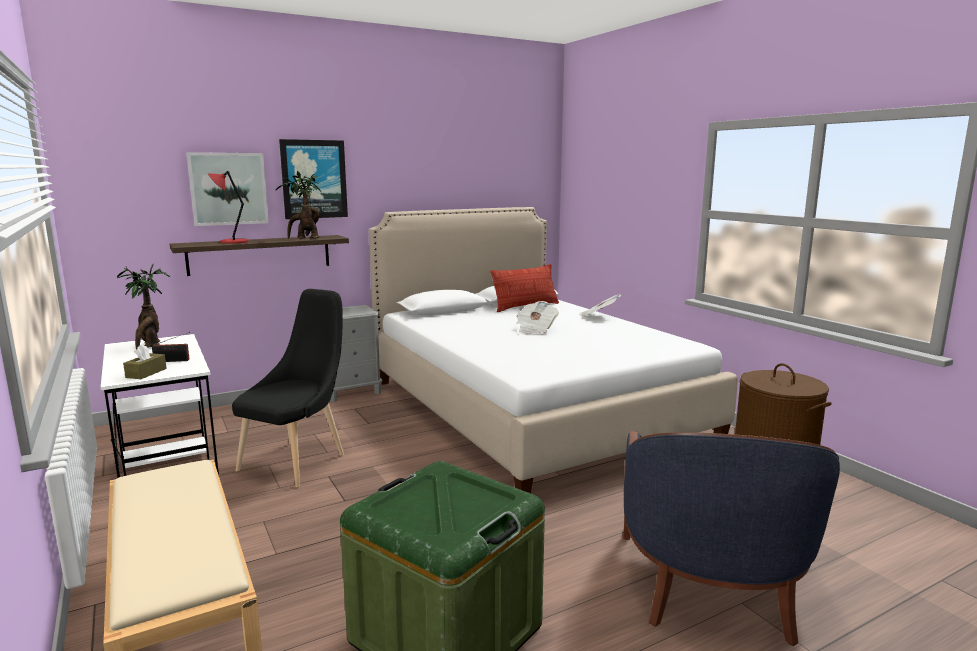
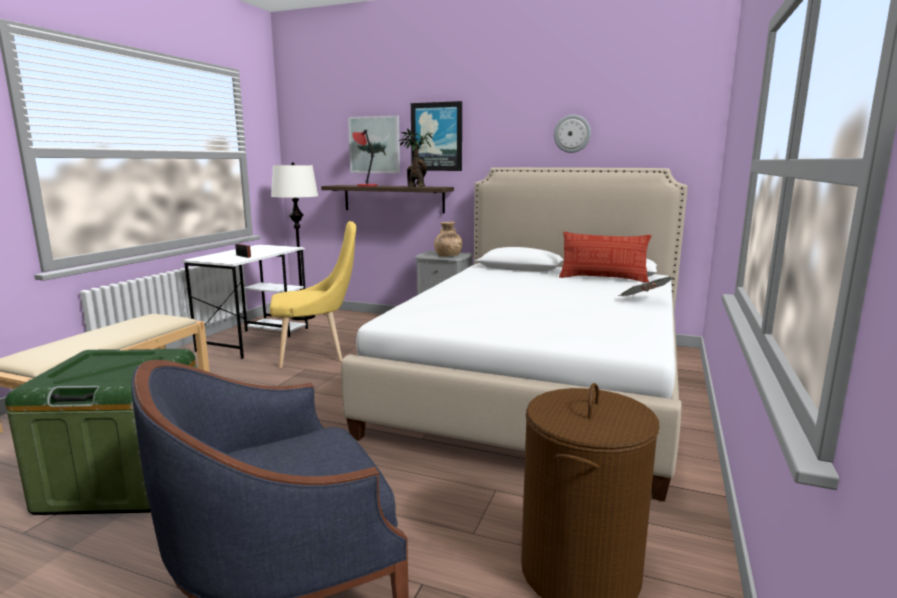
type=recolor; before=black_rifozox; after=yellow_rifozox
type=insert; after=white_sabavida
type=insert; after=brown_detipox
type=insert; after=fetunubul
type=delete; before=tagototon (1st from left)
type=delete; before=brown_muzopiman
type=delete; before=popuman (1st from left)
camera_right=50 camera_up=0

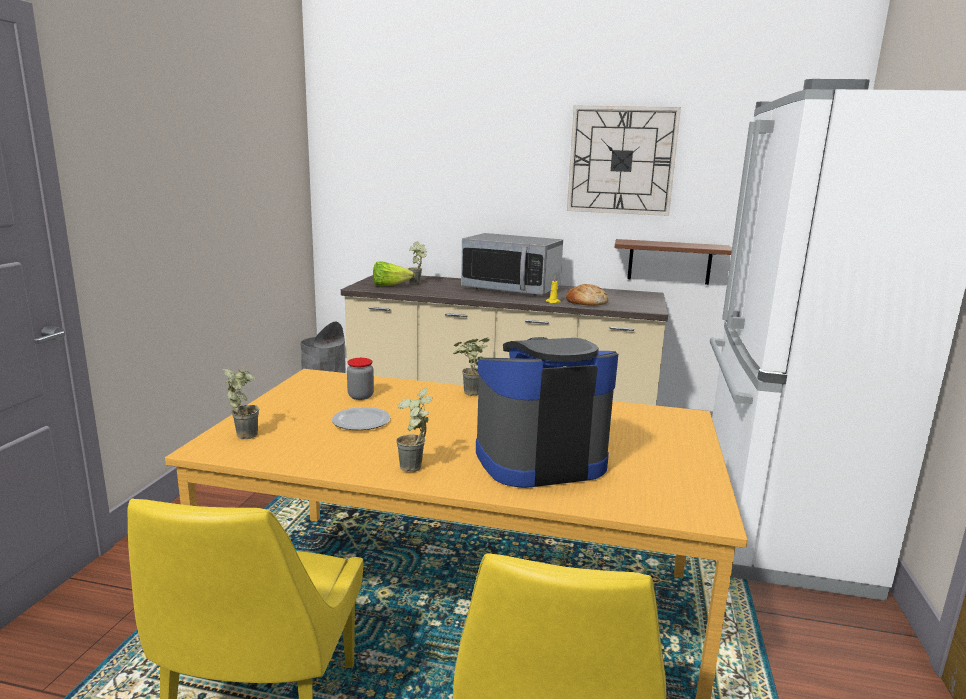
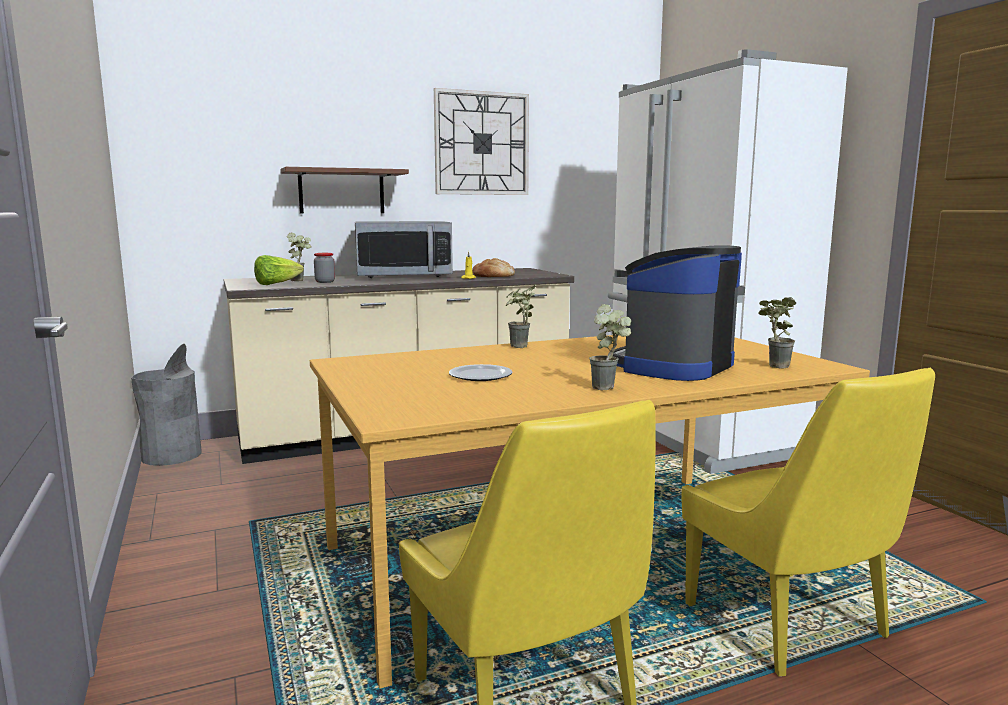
type=move; before=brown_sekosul
type=move; before=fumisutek
type=move; before=tagototon (1st from left in the first image); after=tagototon (4th from left)
camera_right=-35 camera_up=-5

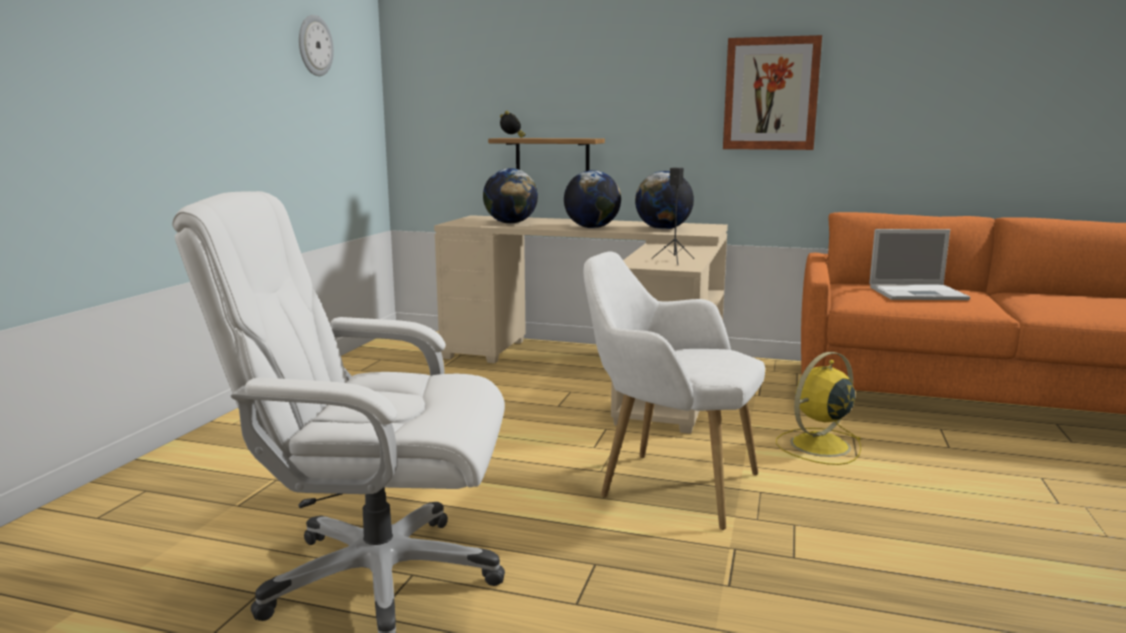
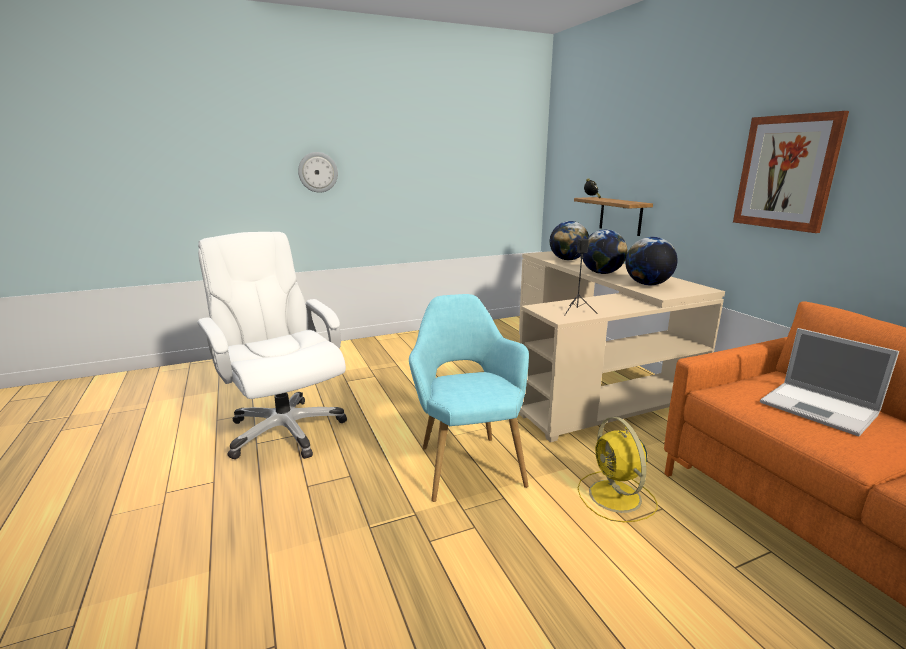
type=move; before=fetunubul
type=recolor; before=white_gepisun; after=turquoise_gepisun
type=rotate; before=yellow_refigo; turn=-120
camera_right=50 camera_up=5

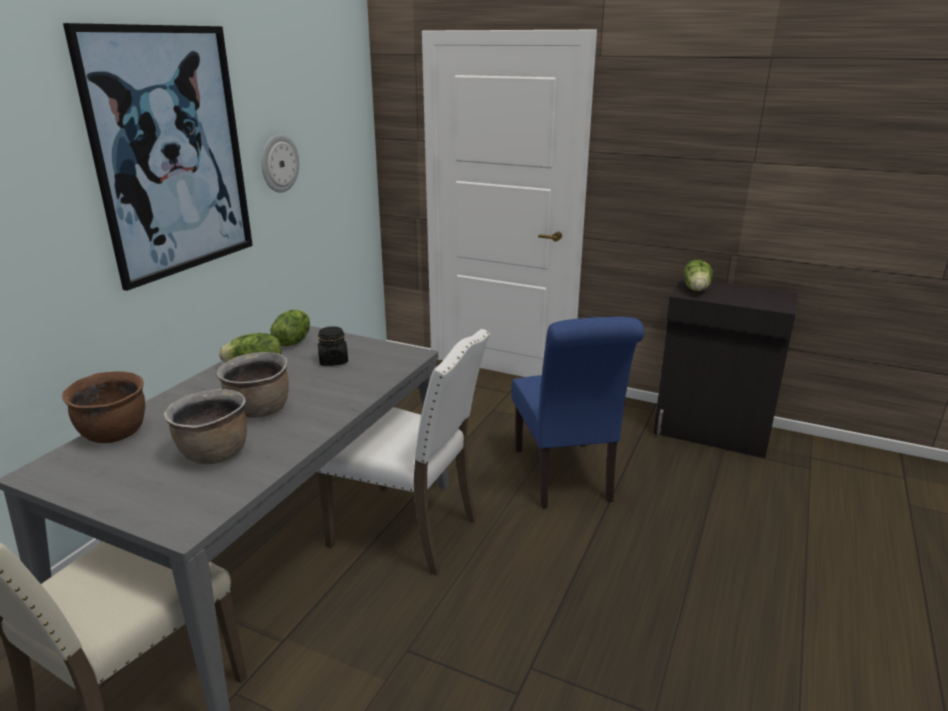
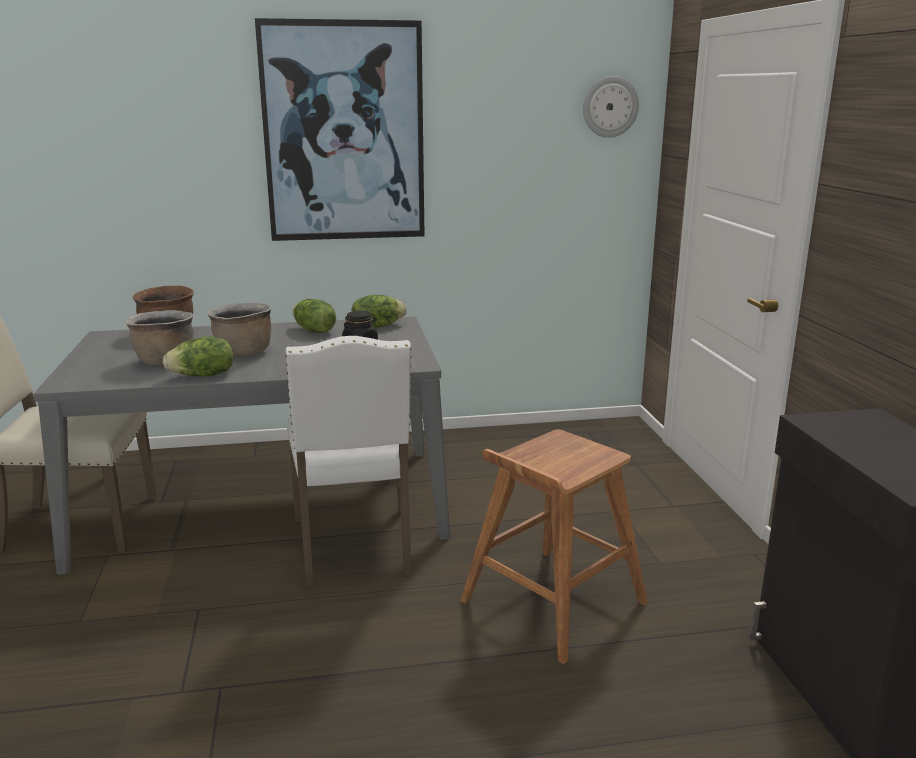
type=move; before=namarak (3rd from left in the first image); after=namarak (1st from left)
type=replace; before=blue_rifozox; after=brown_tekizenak
type=move; before=fetunubul
camera_right=55 camera_up=-5

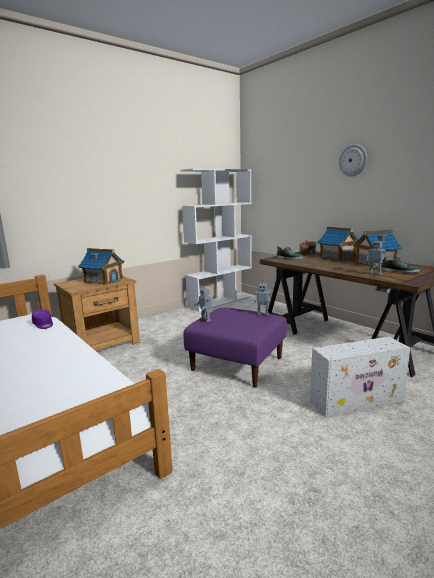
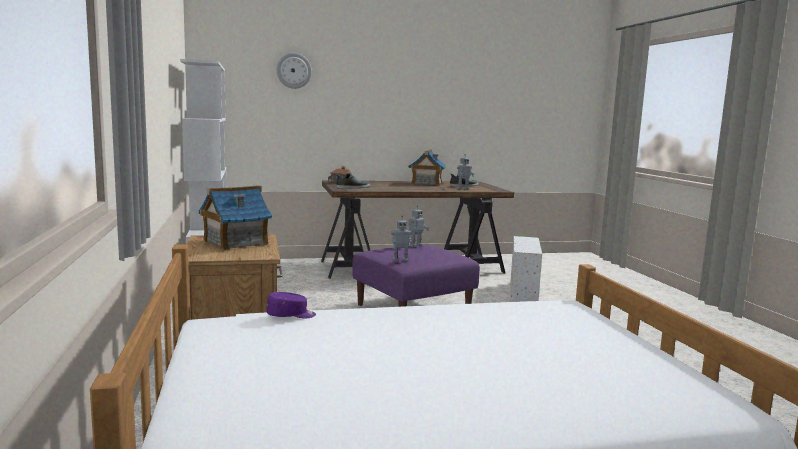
type=move; before=fetunubul
type=delete; before=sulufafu (3rd from left)
camera_right=-65 camera_up=-5

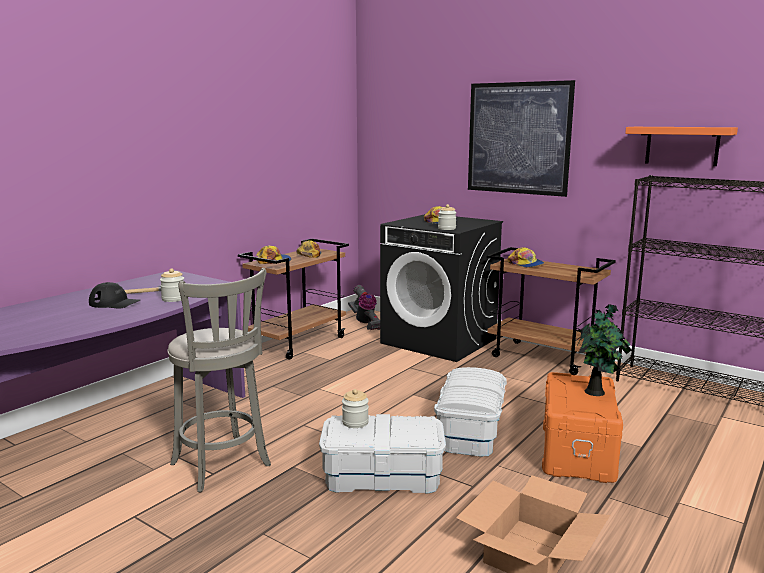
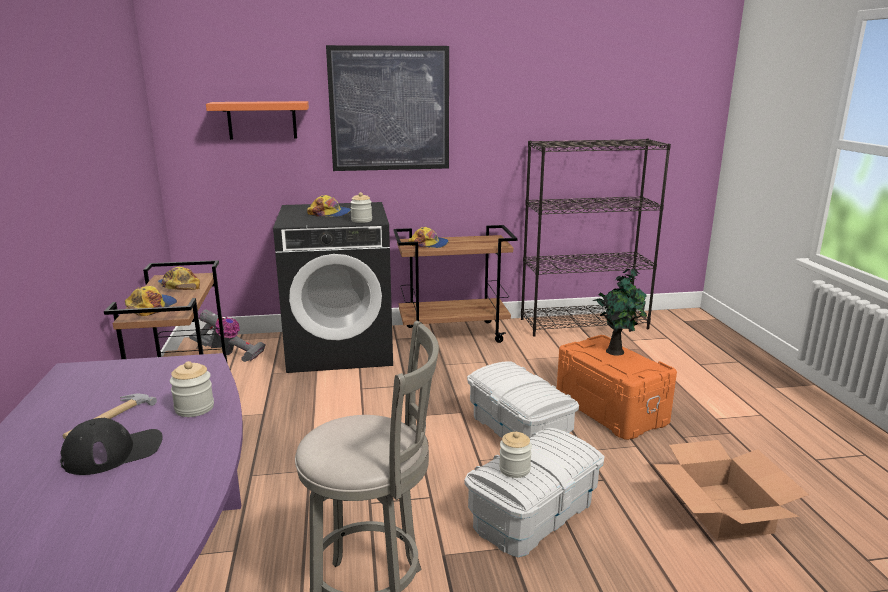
type=move; before=orange_sekosul
camera_right=-45 camera_up=5

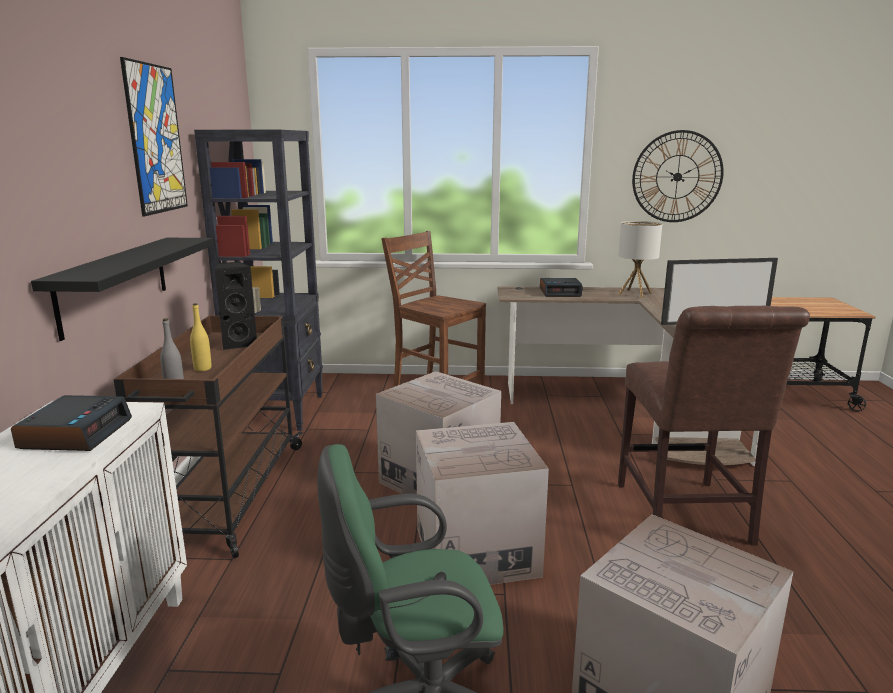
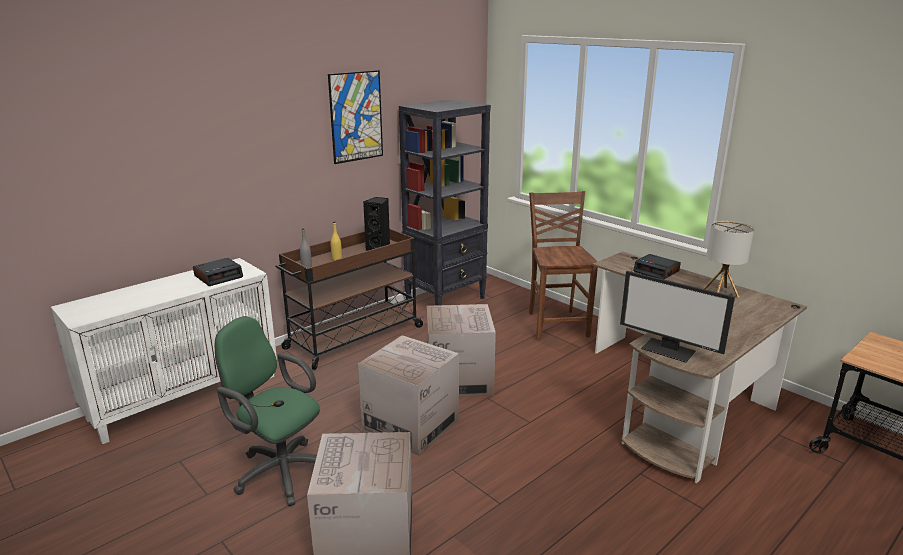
type=delete; before=black_sekosul
type=delete; before=brown_rifozox (2nd from left)
type=delete; before=fetunubul
camera_right=45 camera_up=5

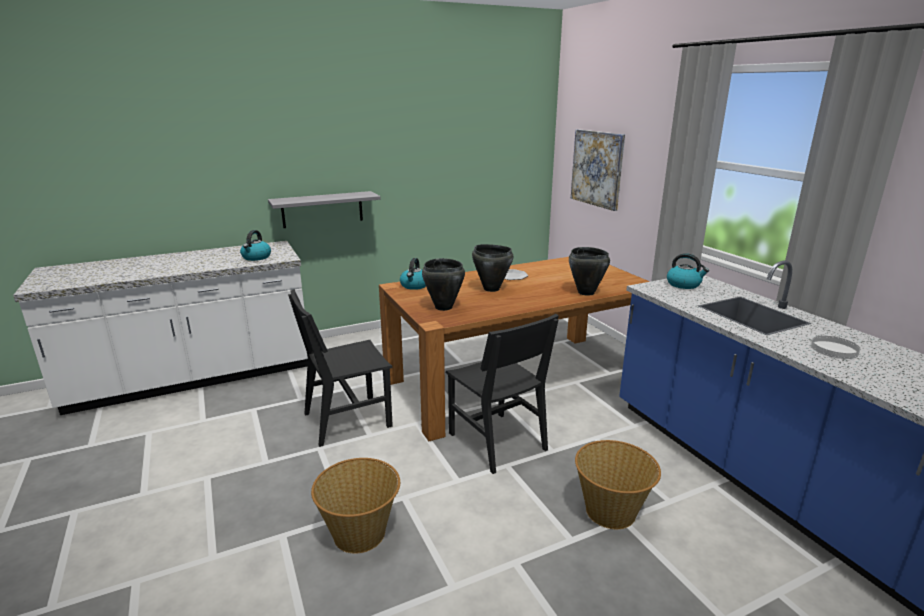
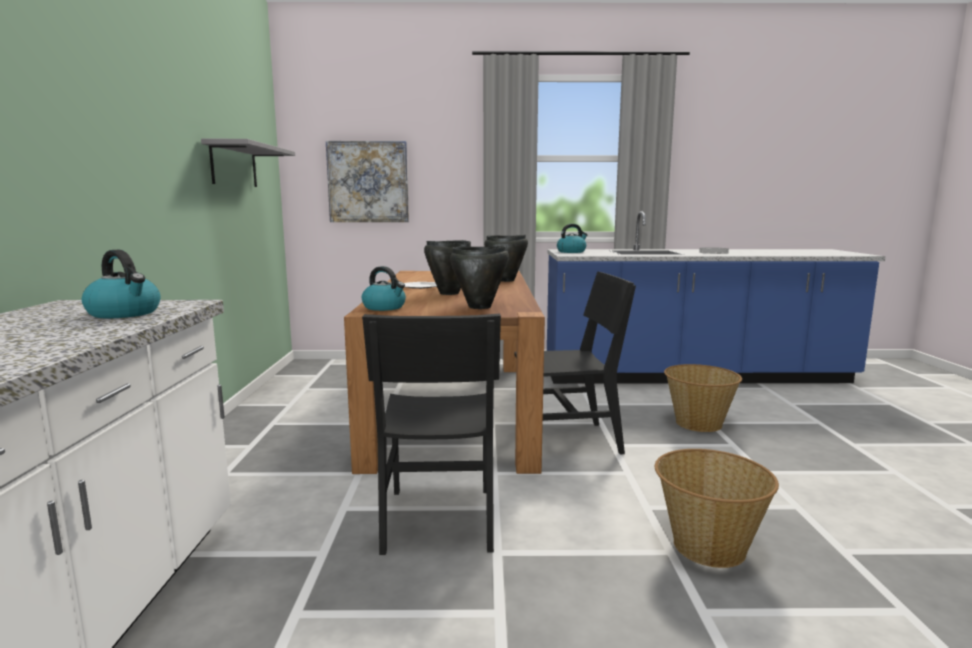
type=move; before=grey_sekosul
camera_right=-65 camera_up=-10

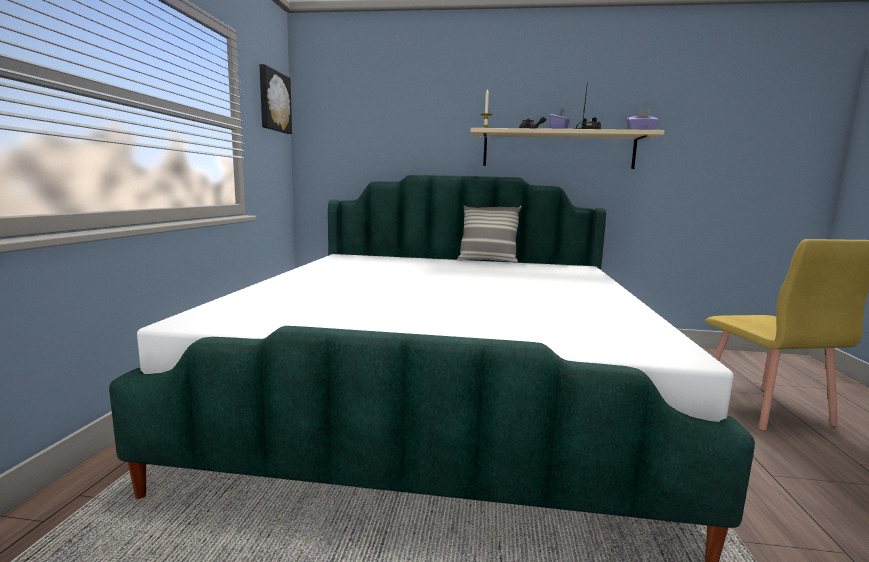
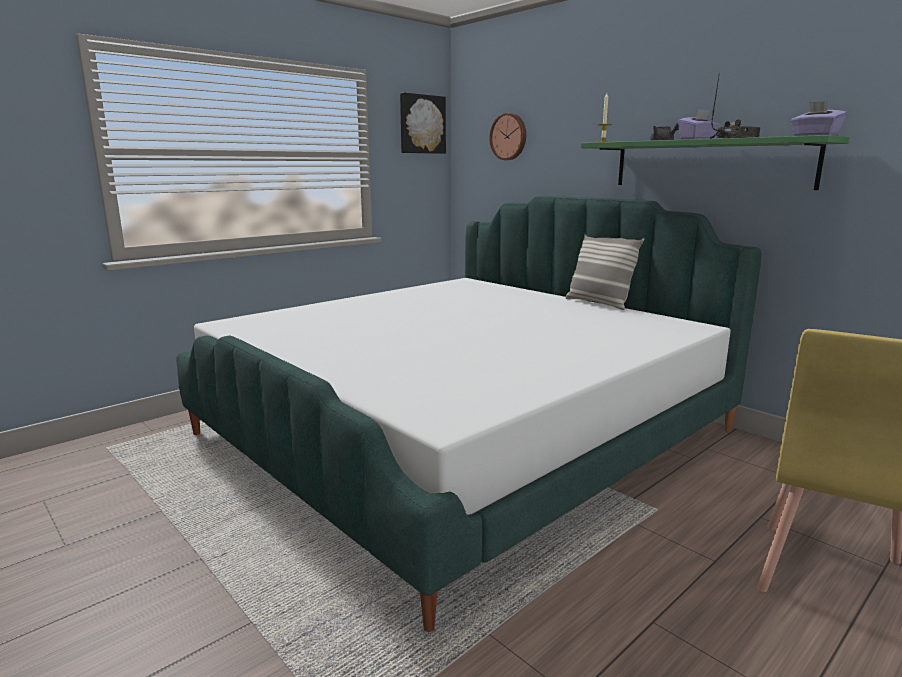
type=insert; after=fetunubul
type=recolor; before=beige_sekosul; after=green_sekosul
camera_right=40 camera_up=5

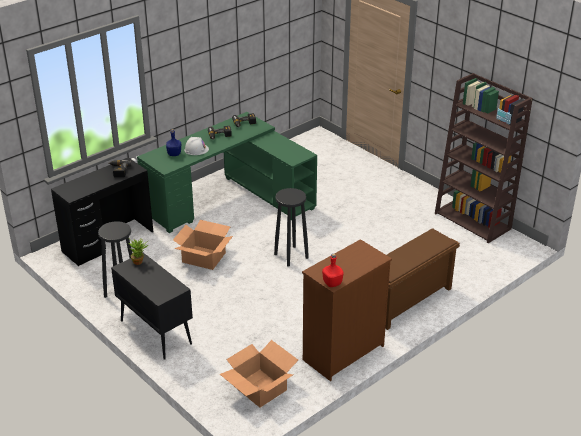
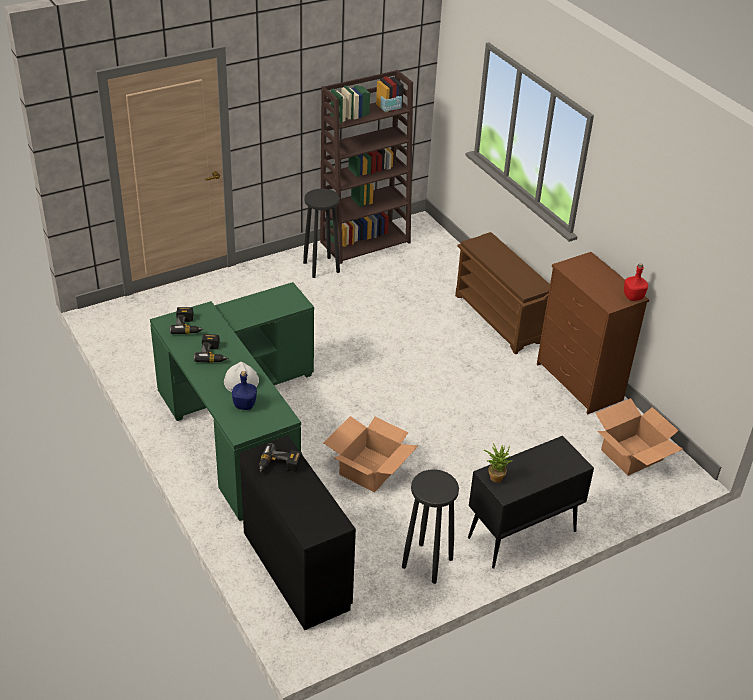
type=move; before=black_tekizenak (2nd from left in the first image); after=black_tekizenak (1st from left)
camera_right=-80 camera_up=5

